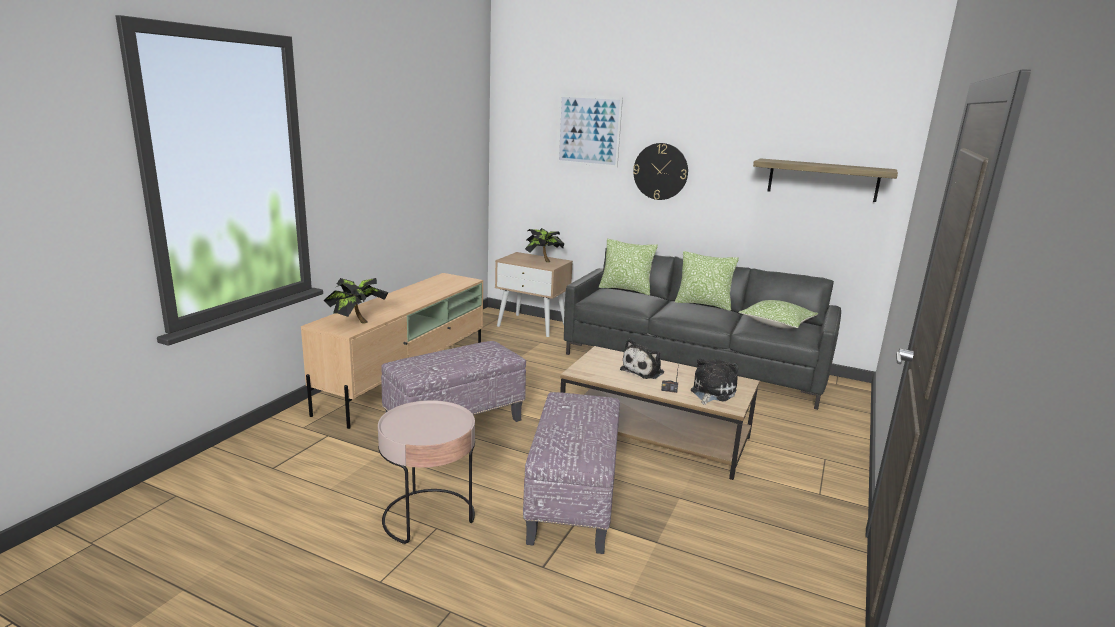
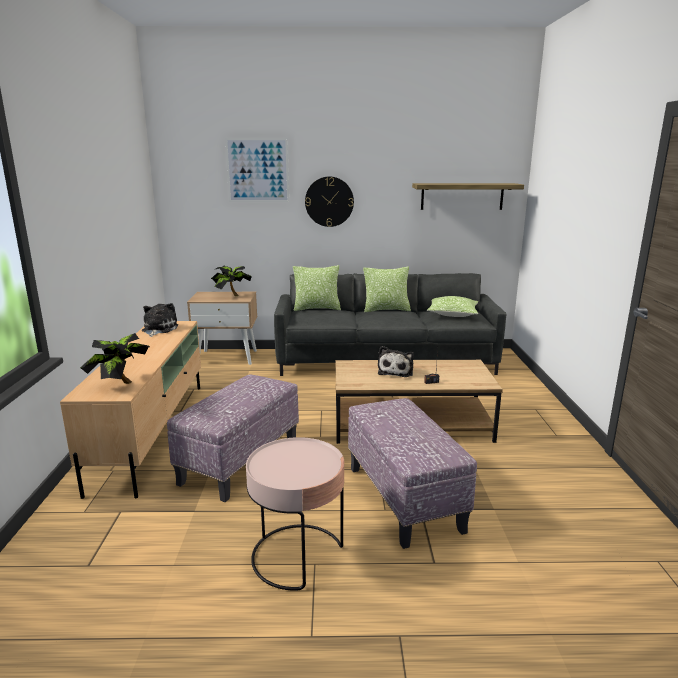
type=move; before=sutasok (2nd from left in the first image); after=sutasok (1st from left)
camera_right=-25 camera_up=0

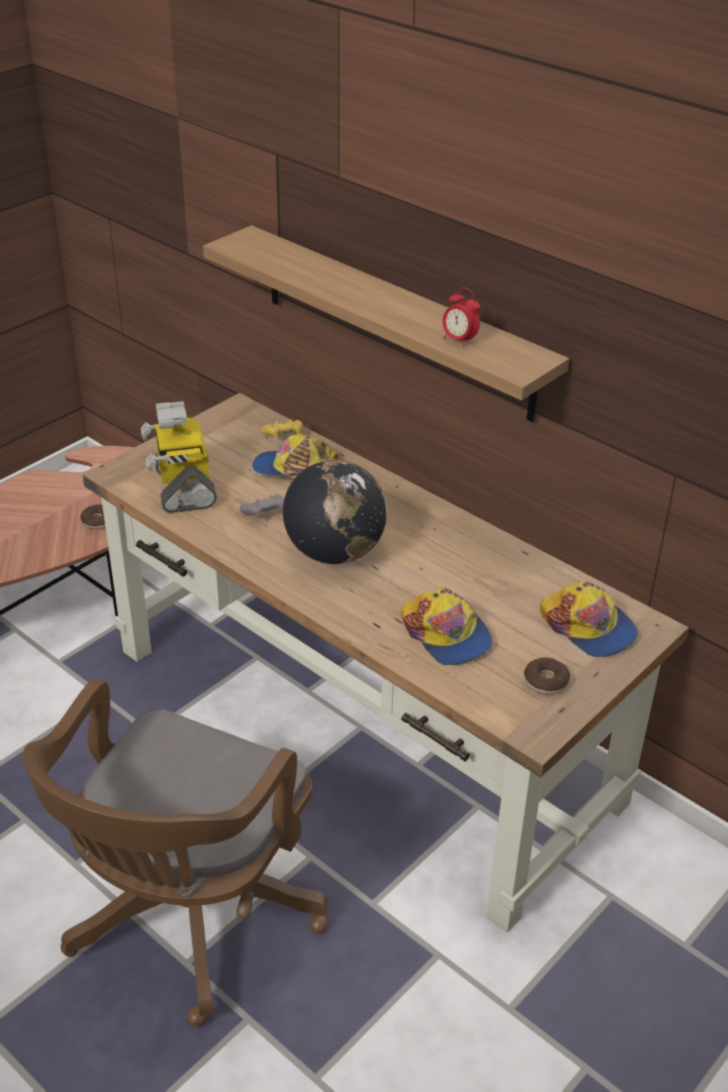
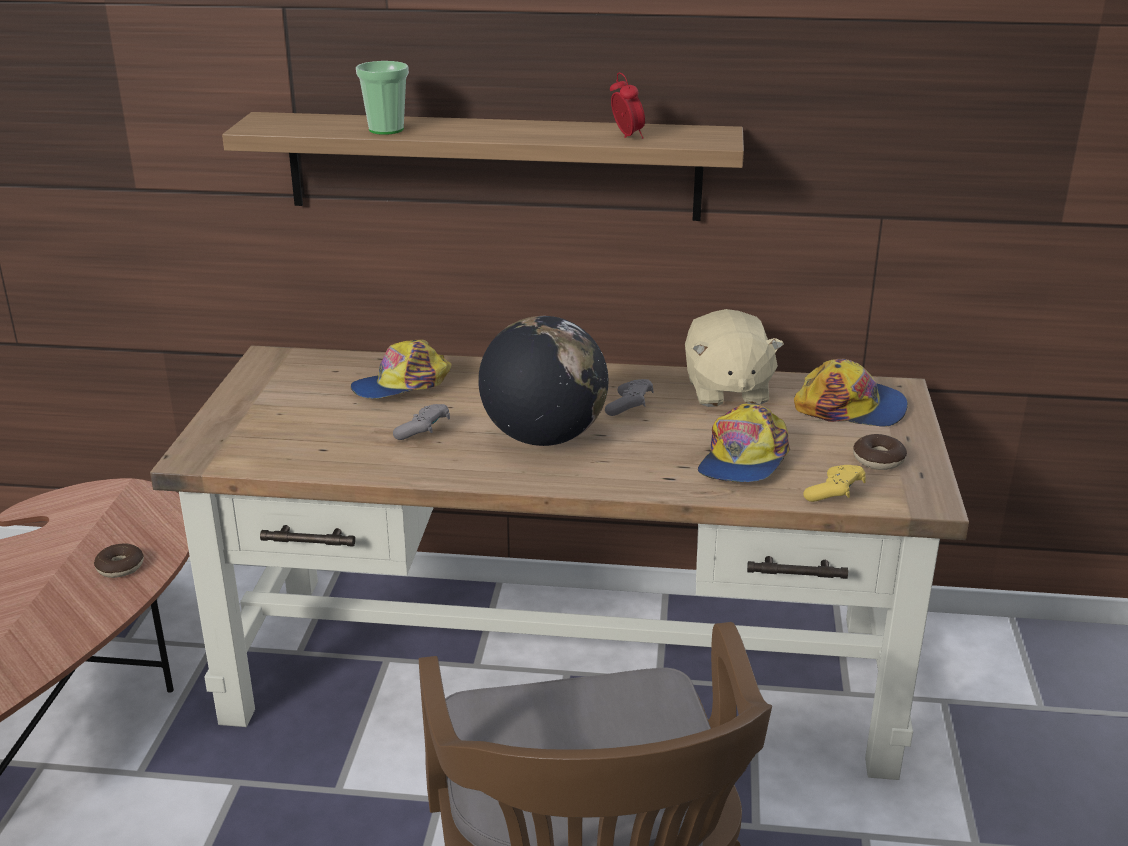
type=insert; after=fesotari
type=insert; after=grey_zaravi (2nd from left)
type=rotate; before=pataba; turn=-120
type=insert; after=beige_sutasok
type=rotate; before=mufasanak (2nd from left); turn=90
type=move; before=yellow_zaravi
type=delete; before=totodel
camera_right=-35 camera_up=-10

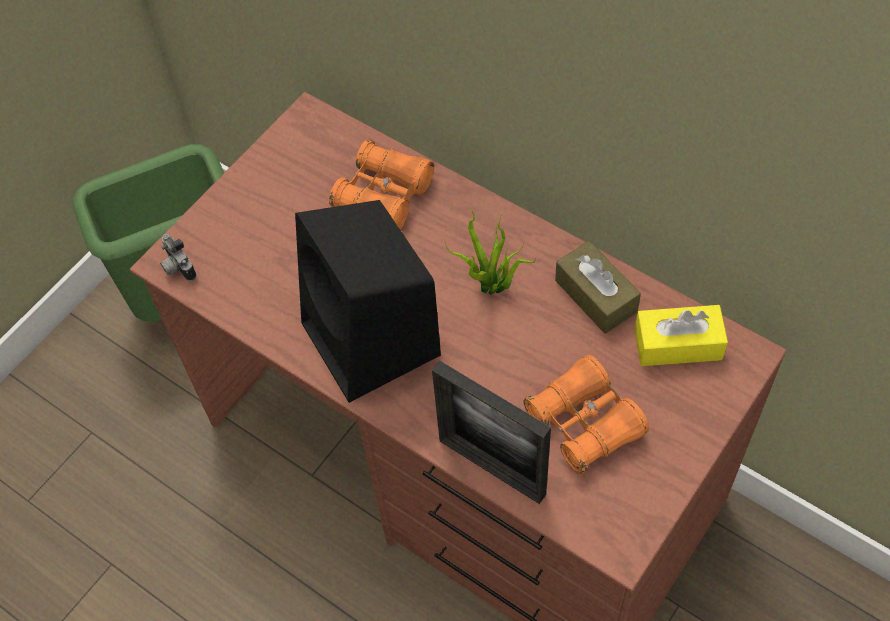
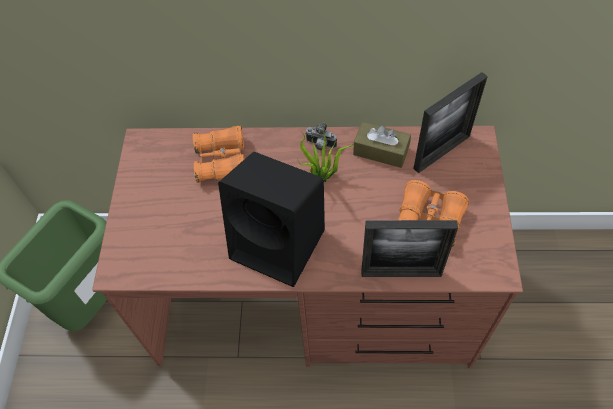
type=move; before=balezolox
type=replace; before=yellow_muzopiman; after=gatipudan (2nd from left)
camera_right=-35 camera_up=0

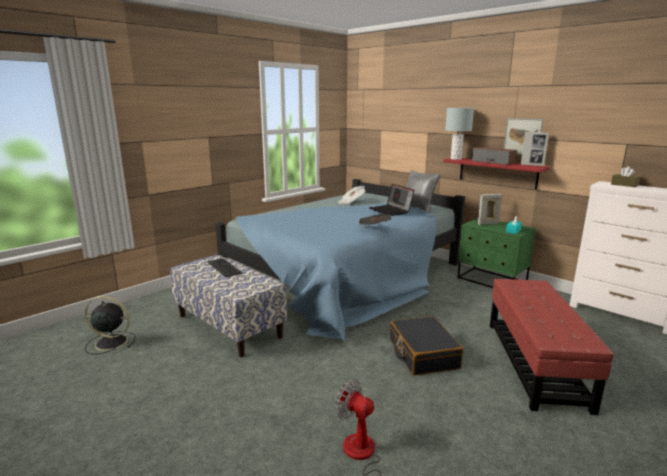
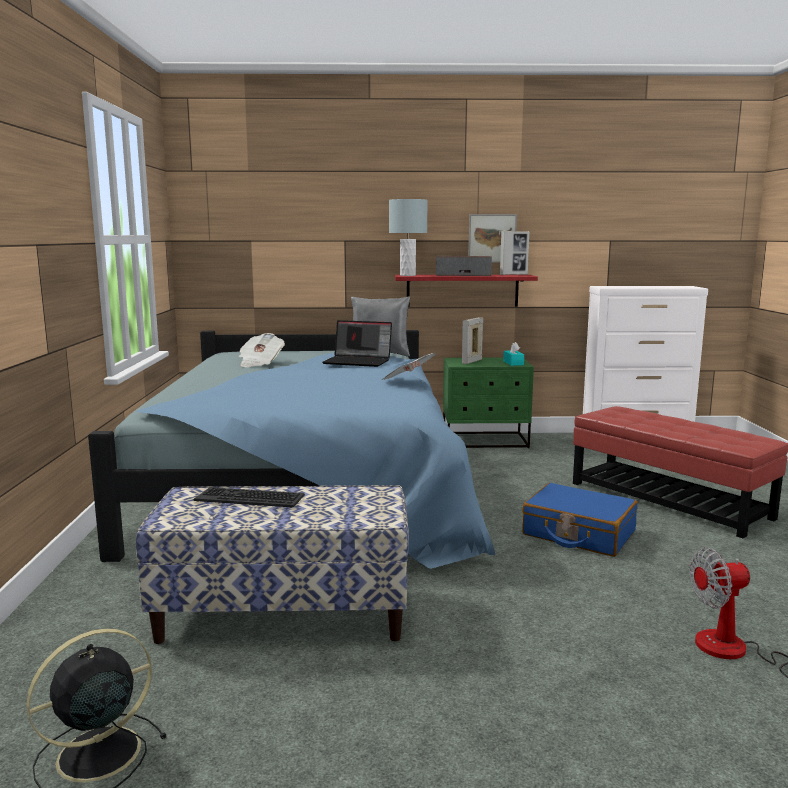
type=recolor; before=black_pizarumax; after=blue_pizarumax
type=delete; before=brown_muzopiman
camera_right=-45 camera_up=-5

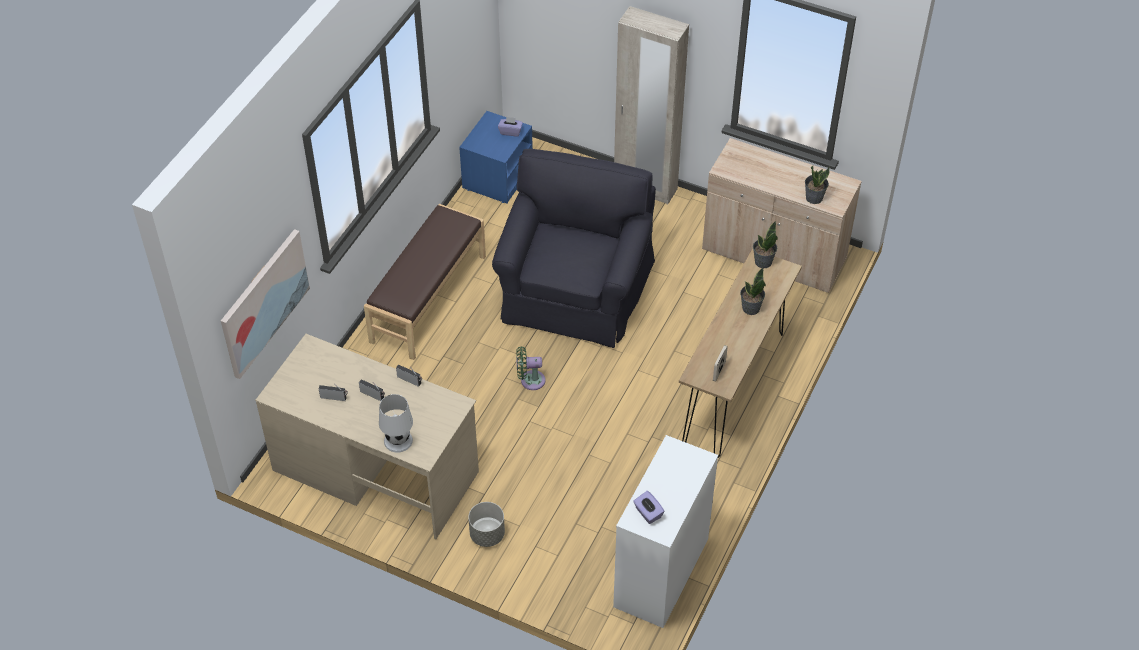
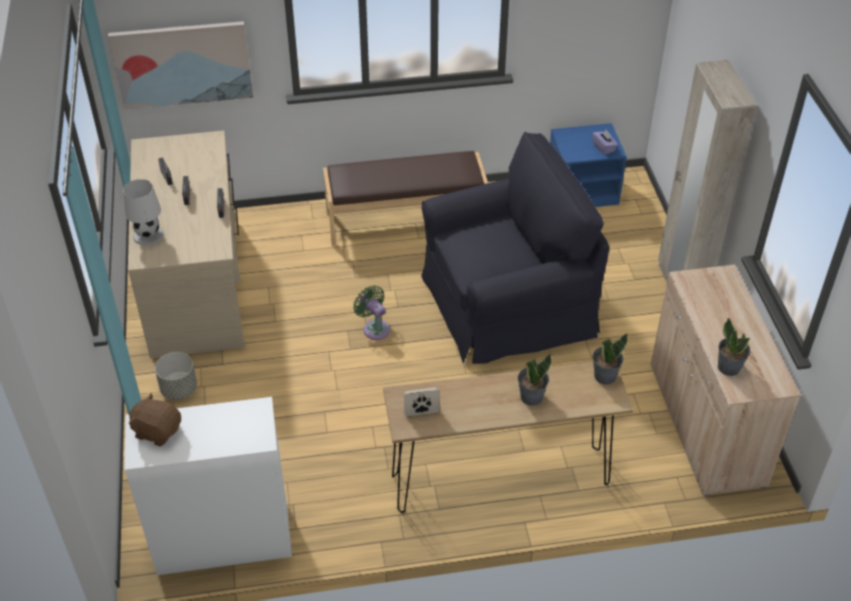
type=replace; before=purple_muzopiman (2nd from left); after=brown_sutasok
camera_right=55 camera_up=-5

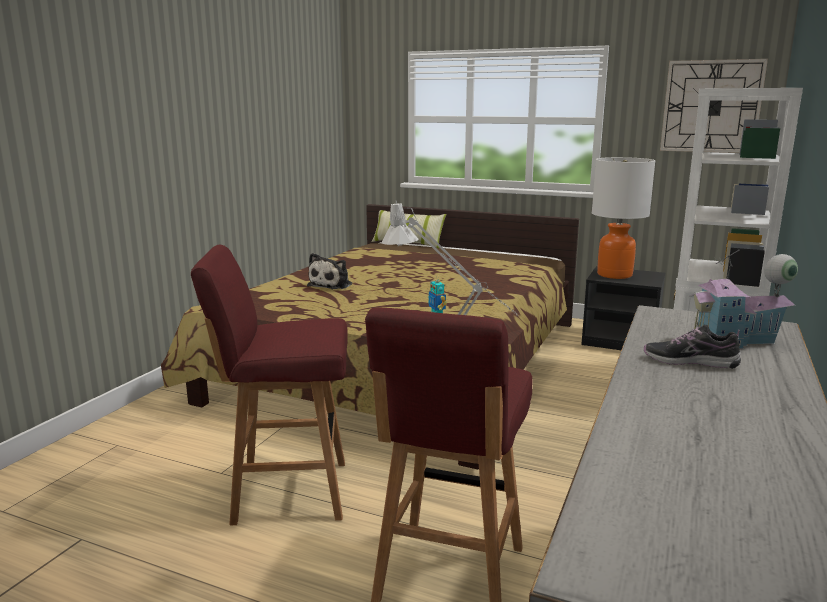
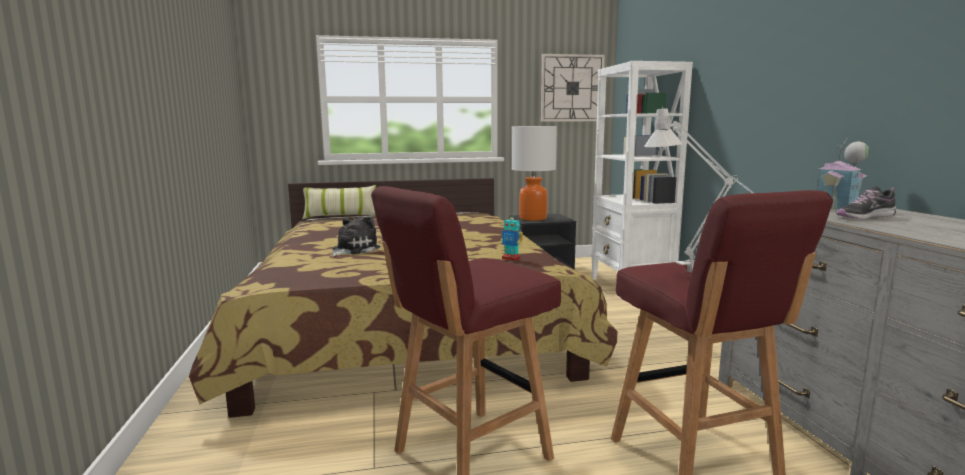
type=rotate; before=sutasok; turn=-135
camera_right=-35 camera_up=-5

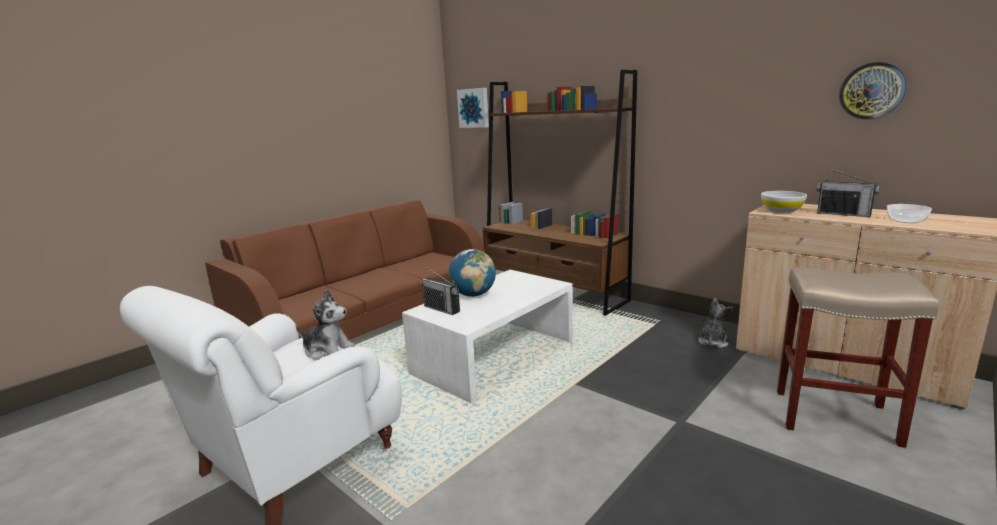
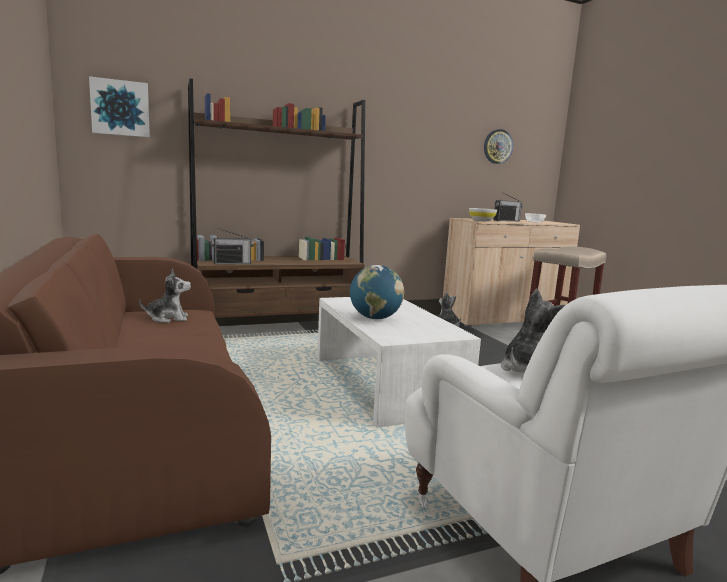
type=insert; after=sutasok (1st from left)
type=move; before=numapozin (1st from left)
camera_right=-65 camera_up=-5

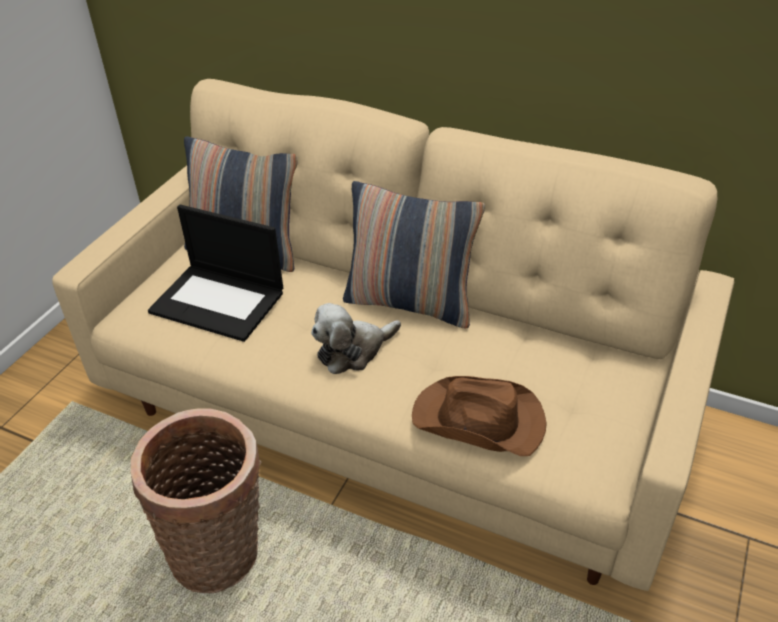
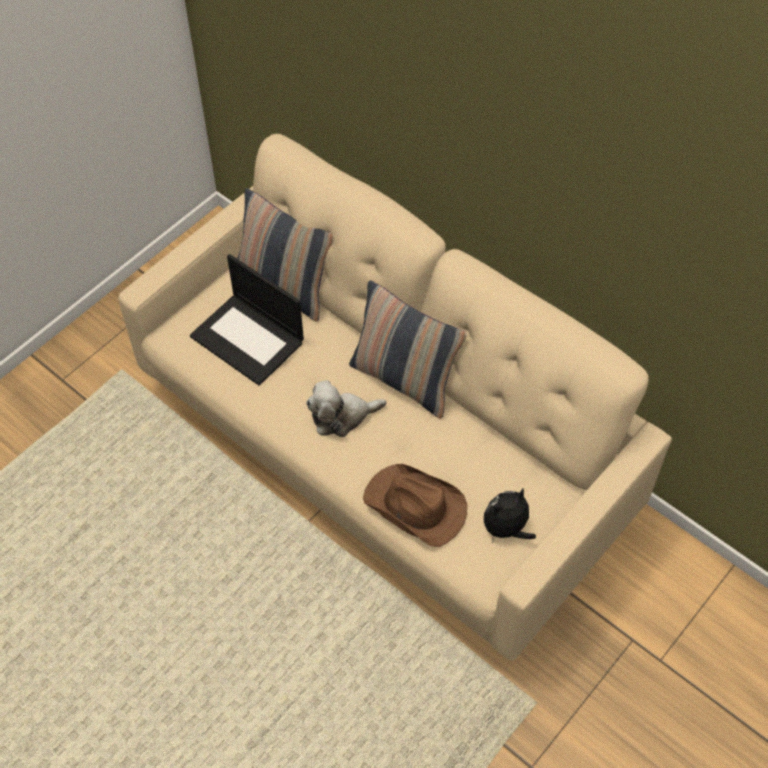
type=insert; after=sutasok (2nd from left)
type=delete; before=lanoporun
camera_right=15 camera_up=15

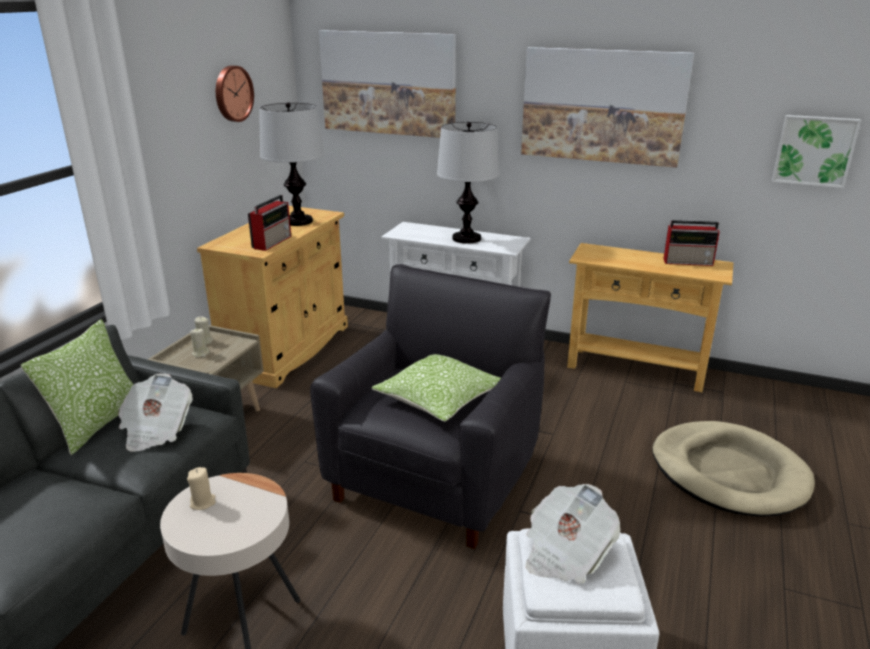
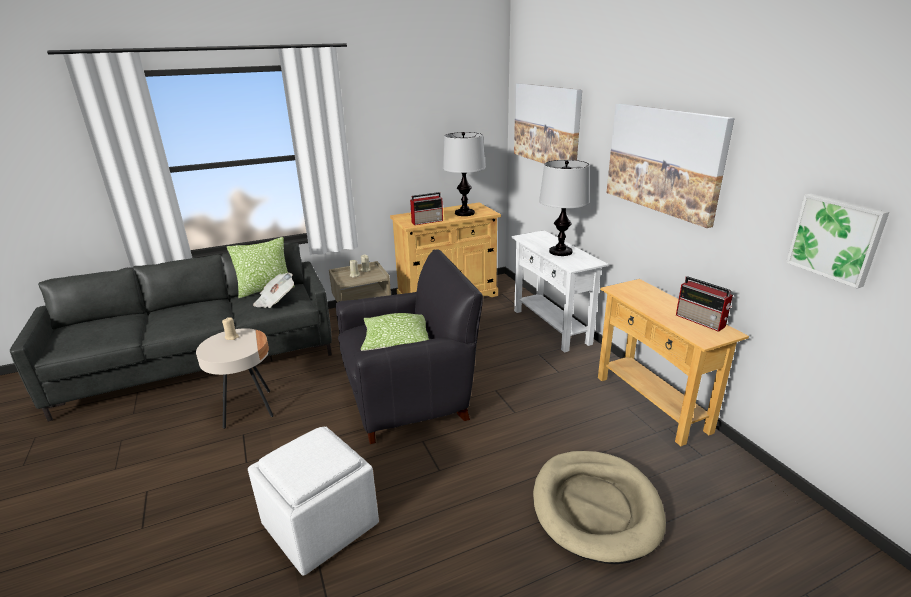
type=delete; before=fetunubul
type=delete; before=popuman (2nd from left)
camera_right=45 camera_up=0

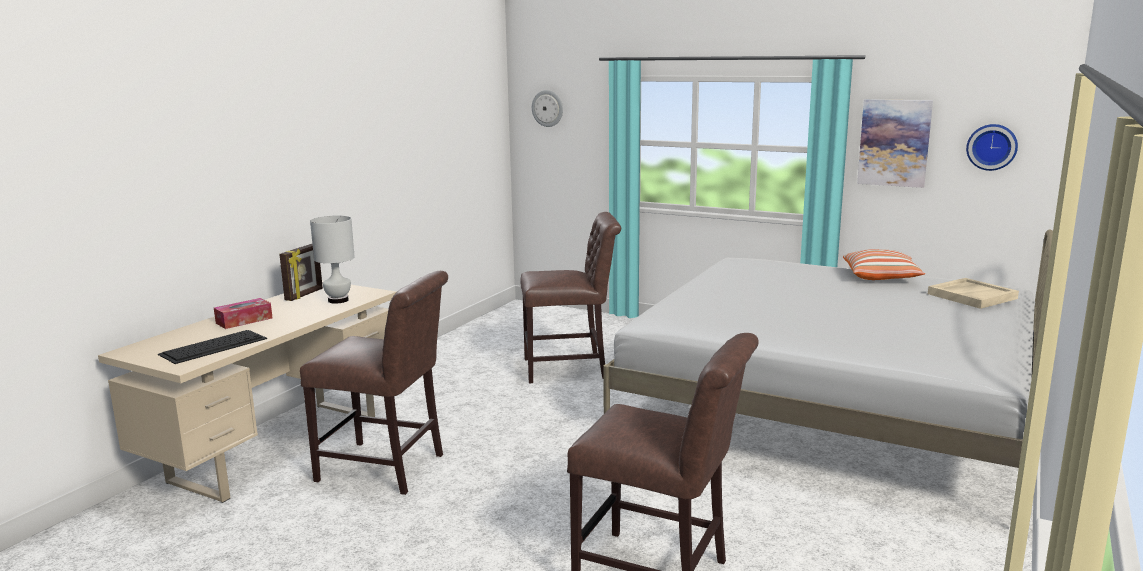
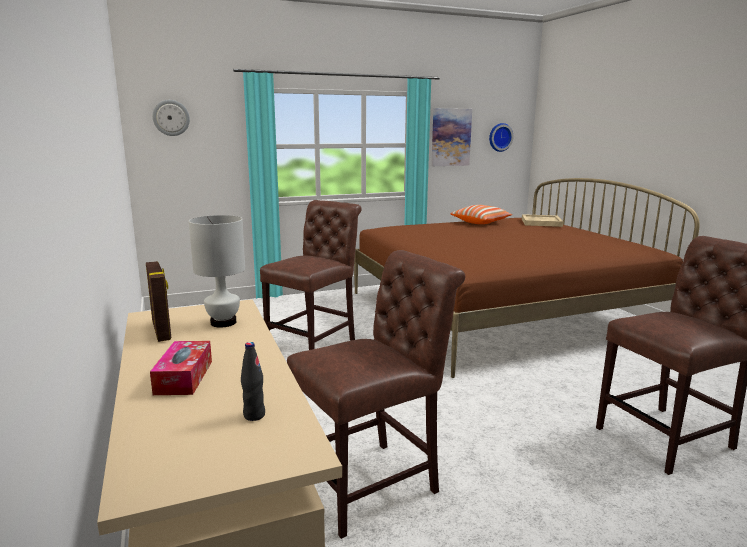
type=replace; before=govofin; after=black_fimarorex
type=recolor; before=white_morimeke; after=brown_morimeke
camera_right=-50 camera_up=0

